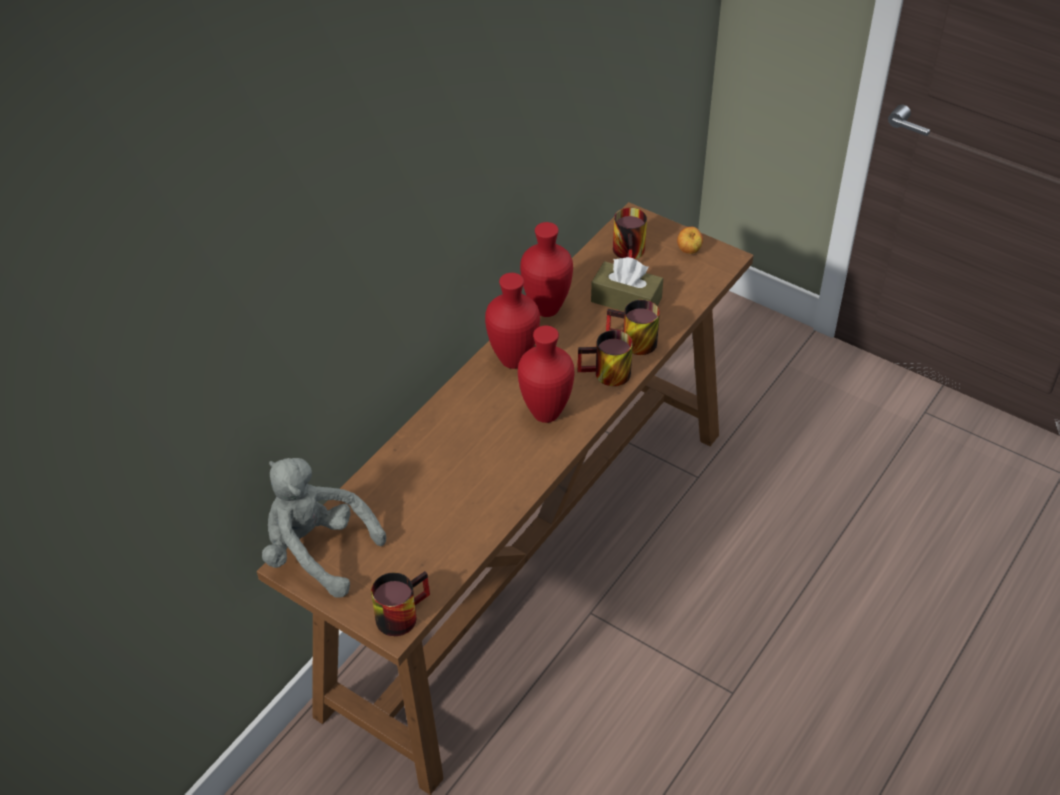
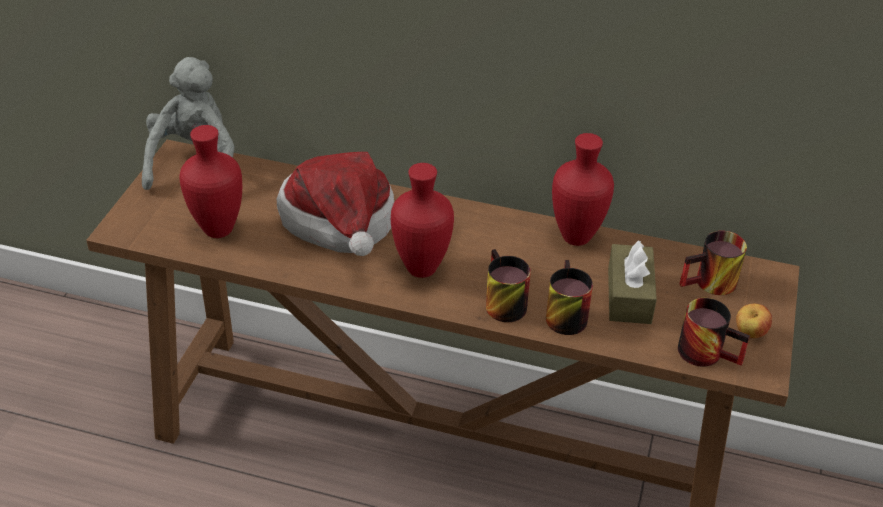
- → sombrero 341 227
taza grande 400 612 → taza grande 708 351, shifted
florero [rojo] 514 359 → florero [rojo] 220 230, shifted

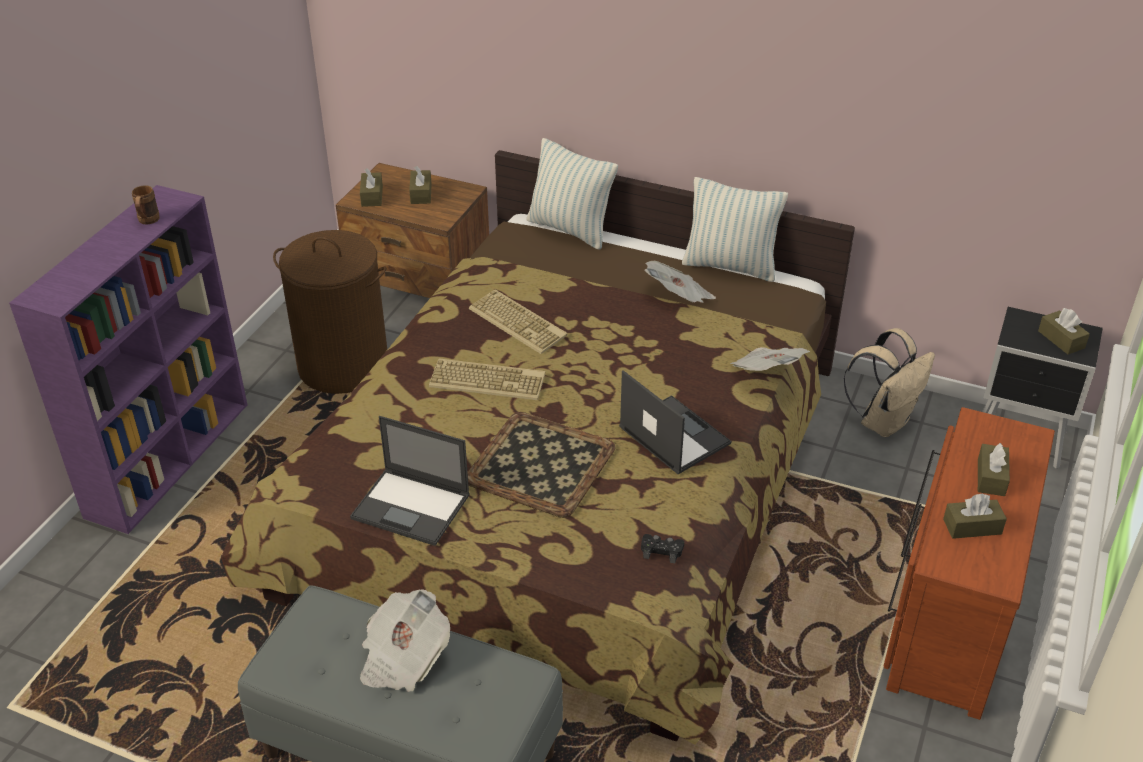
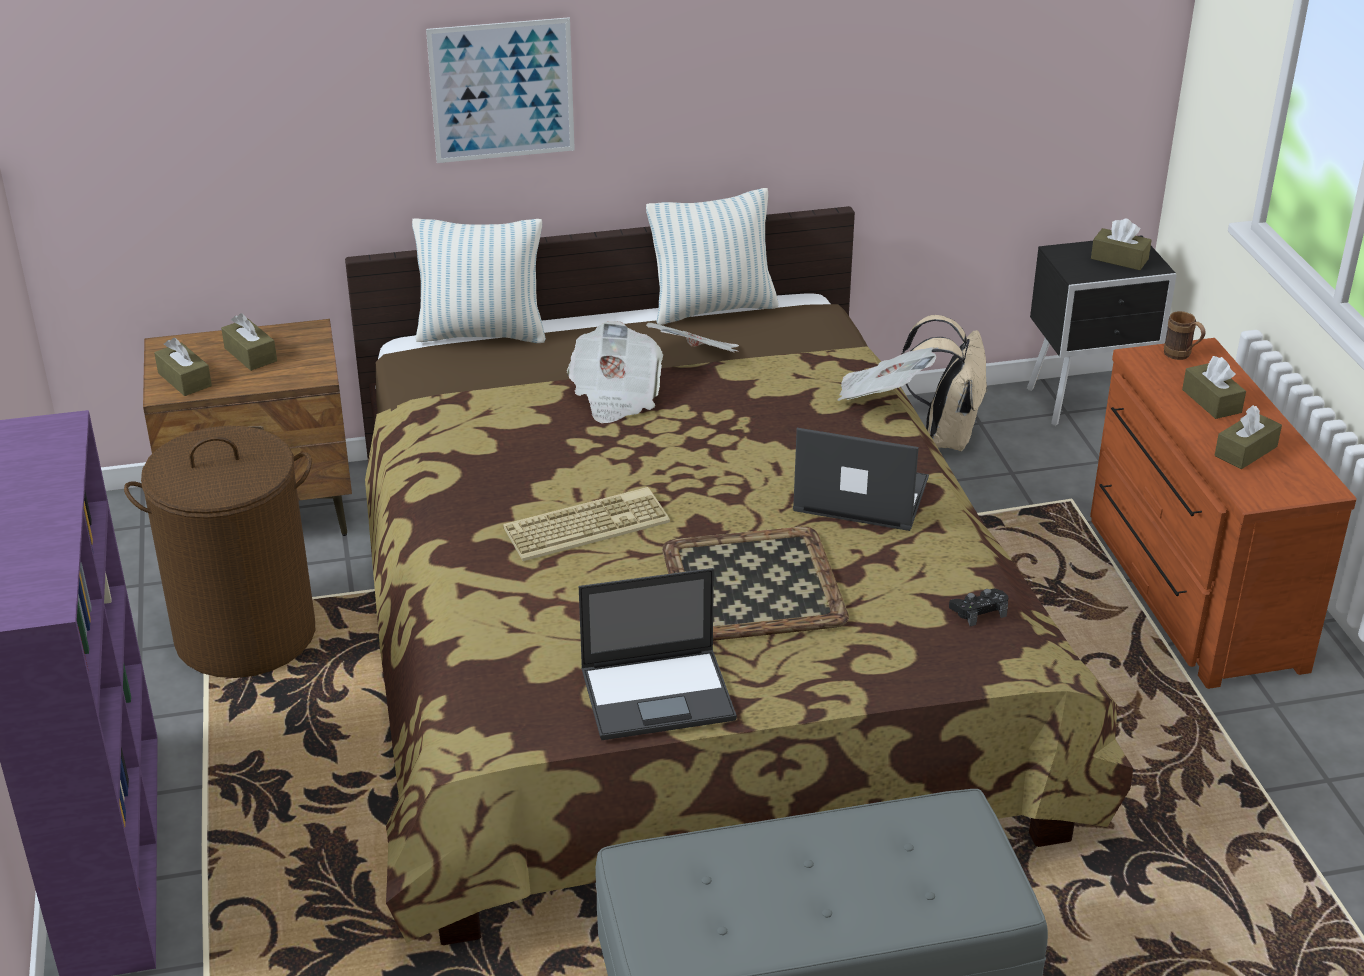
teclado 519 322 → -
- → cuadro 502 90
taza grande [marrón] 147 222 → taza grande [marrón] 1182 356, shifted
periódico 403 658 → periódico 615 396, shifted

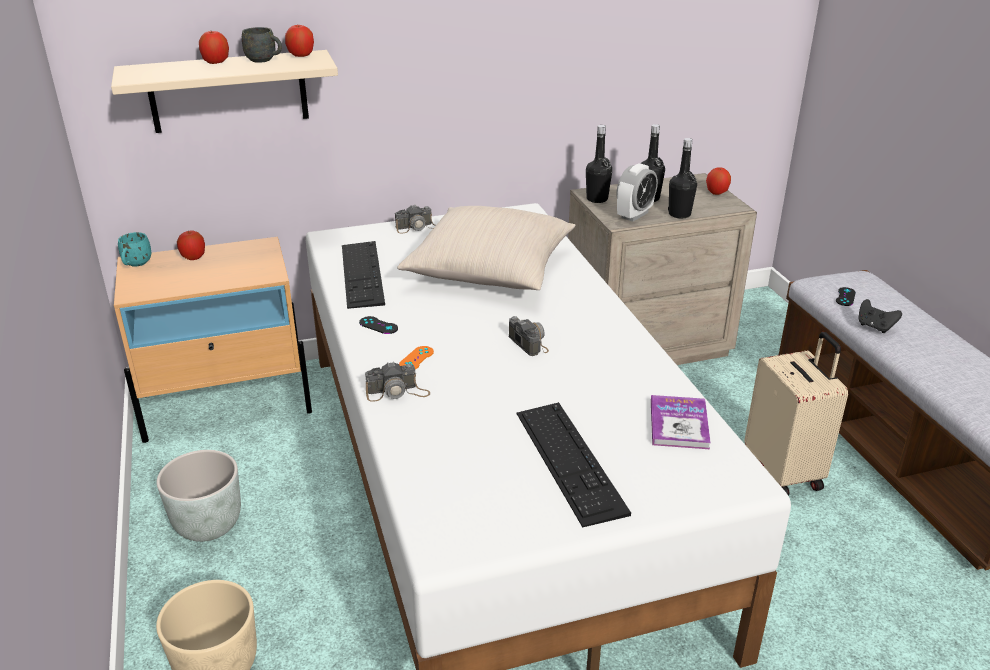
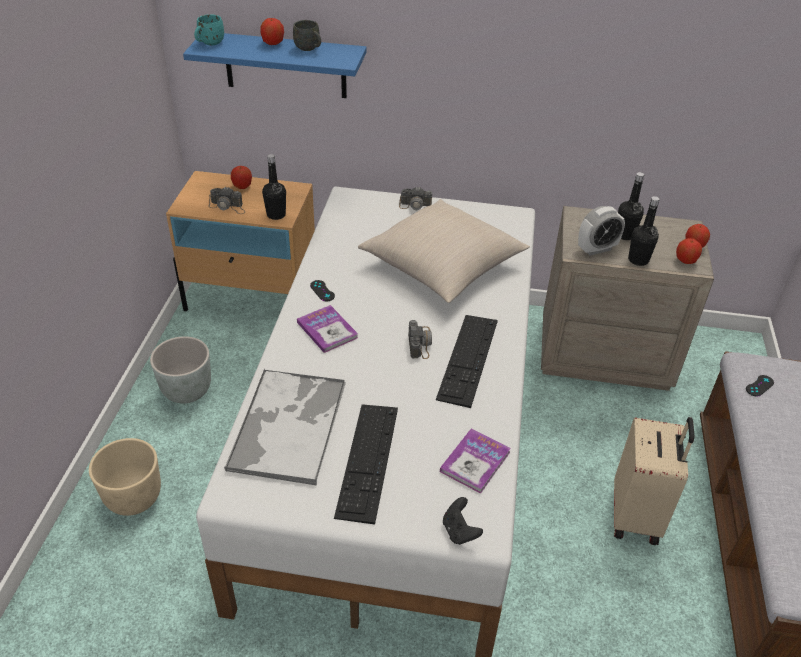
- → bandeja 288 425
taza grande [turquesa] 135 264 → taza grande [turquesa] 209 43, shifted
manzana 301 55 → manzana 685 261, shifted
teclado 362 274 → teclado 468 359, shifted
cámara 397 392 → cámara 228 207, shifted
botella [negro] 597 199 → botella [negro] 276 215, shifted
mando de consola [negro] 874 327 → mando de consola [negro] 459 531, shifted
mando de consola [naranja] 416 358 → libro 327 330
estante [beis] 228 91 → estante [azul] 285 65

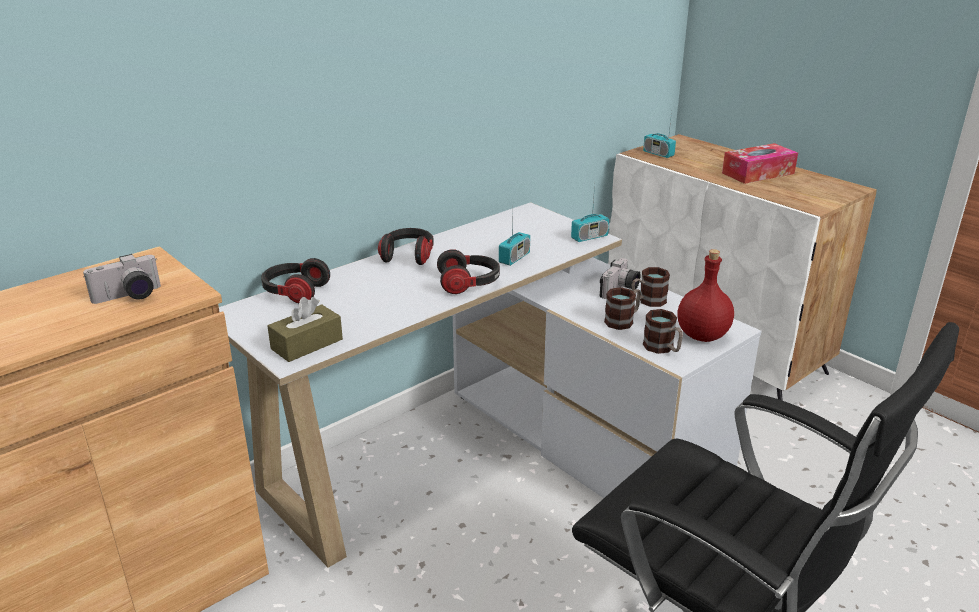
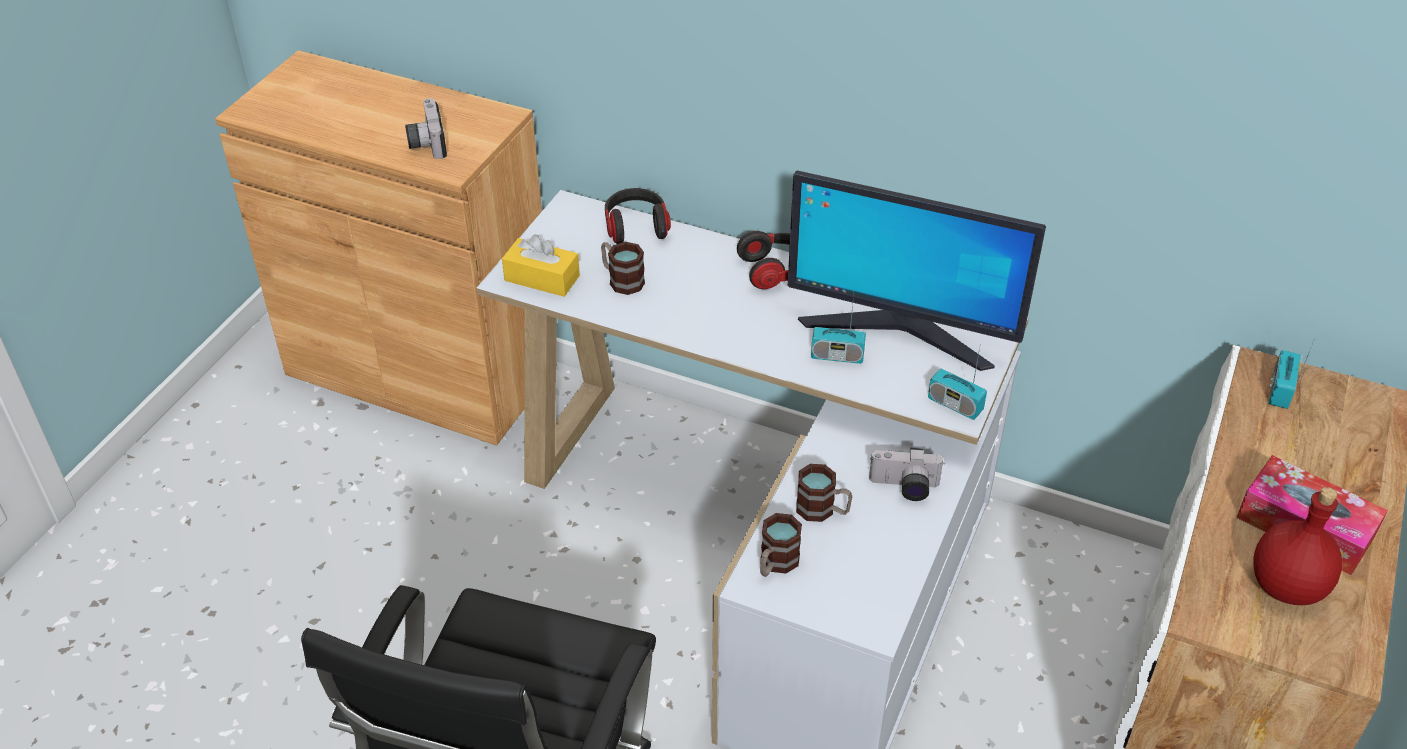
auriculares 469 284 → -
- → monitor 901 331
taza grande 647 301 → taza grande 621 280, shifted
botella [rojo] 703 335 → botella [rojo] 1288 587, shifted
caja de pañuelos [marrón] 307 344 → caja de pañuelos [amarillo] 542 278
cámara 129 297 → cámara 426 142, 45 degrees clockwise

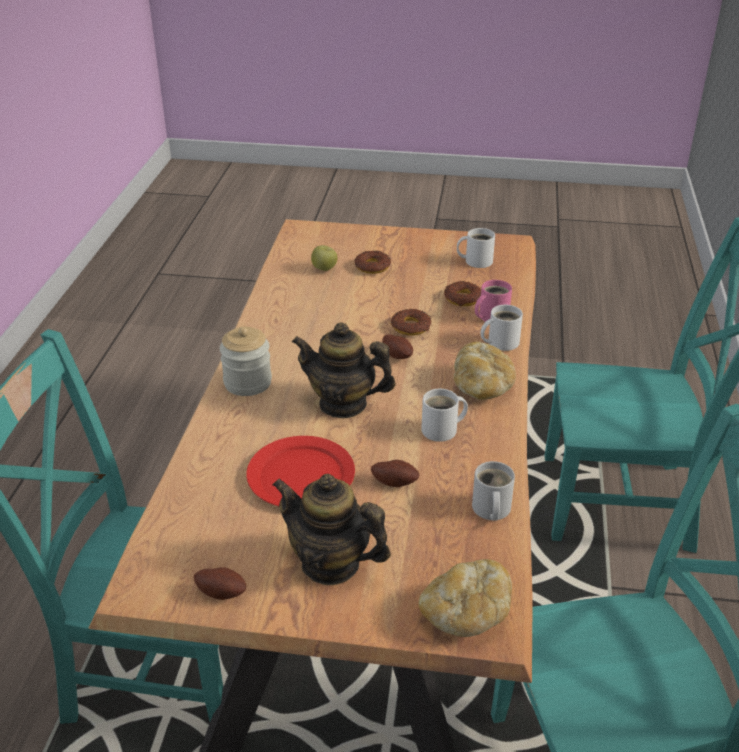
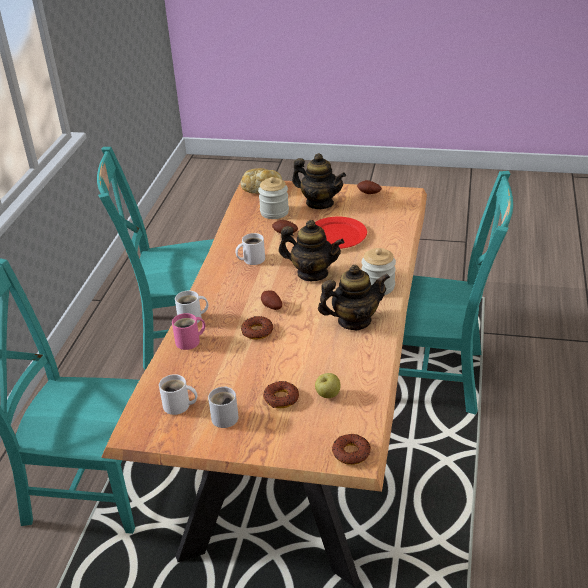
pan 482 387 → -
- → tarro 274 212
- → tetera 354 321
rosquilla 463 298 → rosquilla 351 453, shifted
taza grande [blanco] 490 509 → taza grande [blanco] 226 416, shifted

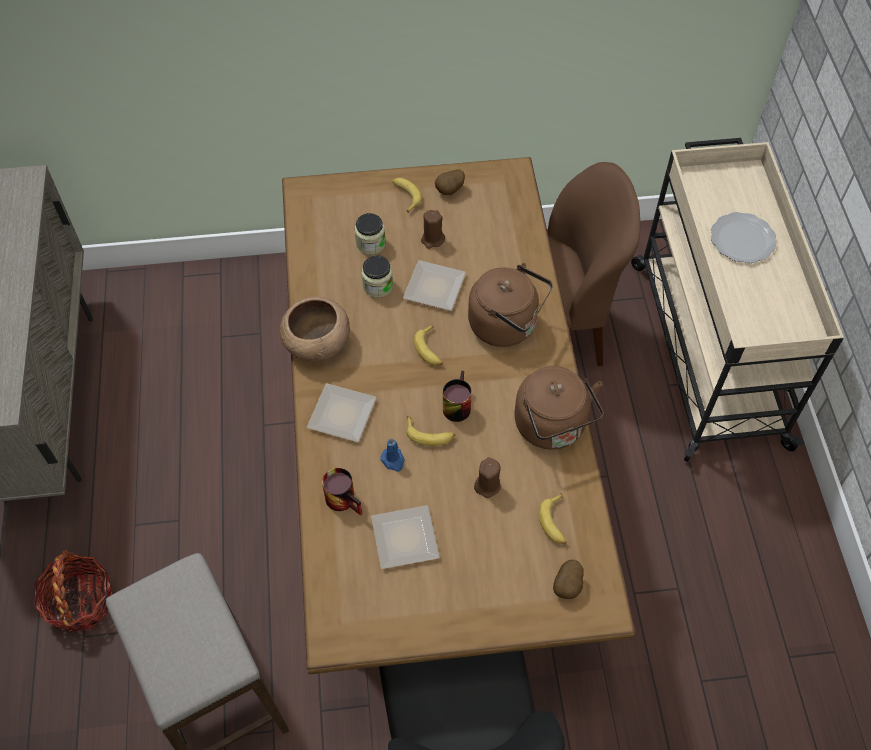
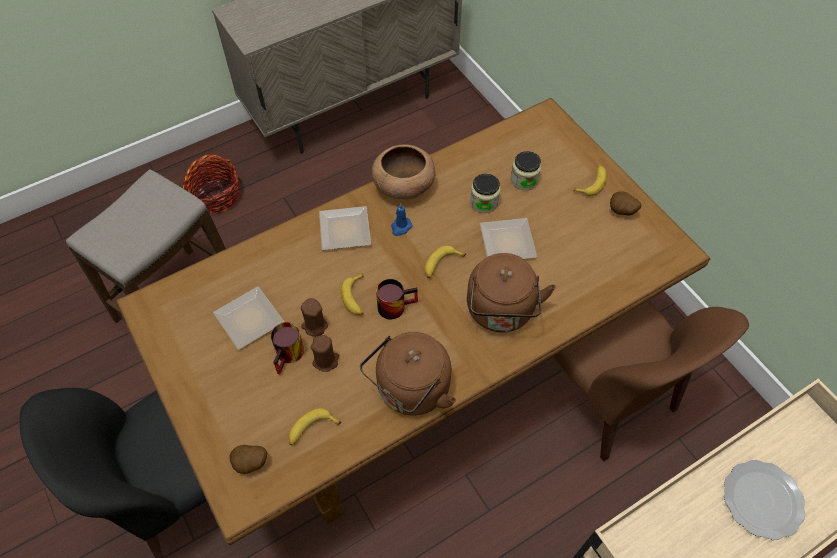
taza grande 346 499 → taza grande 290 356, shifted
vela [azul] 393 460 → vela [azul] 401 227, shifted
vela [marrón] 432 239 → vela [marrón] 314 326, shifted

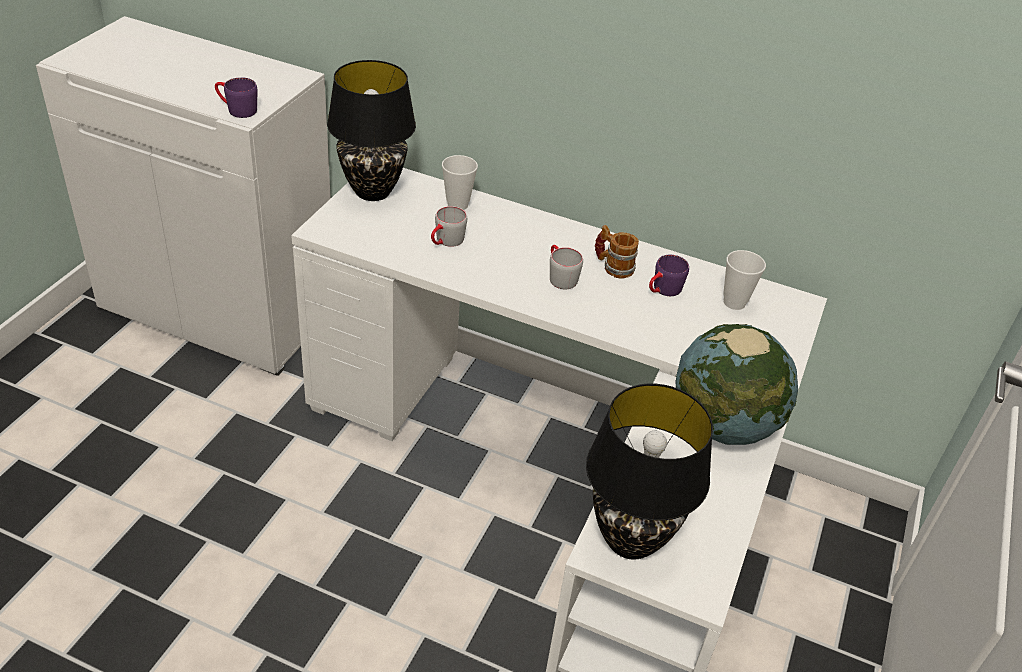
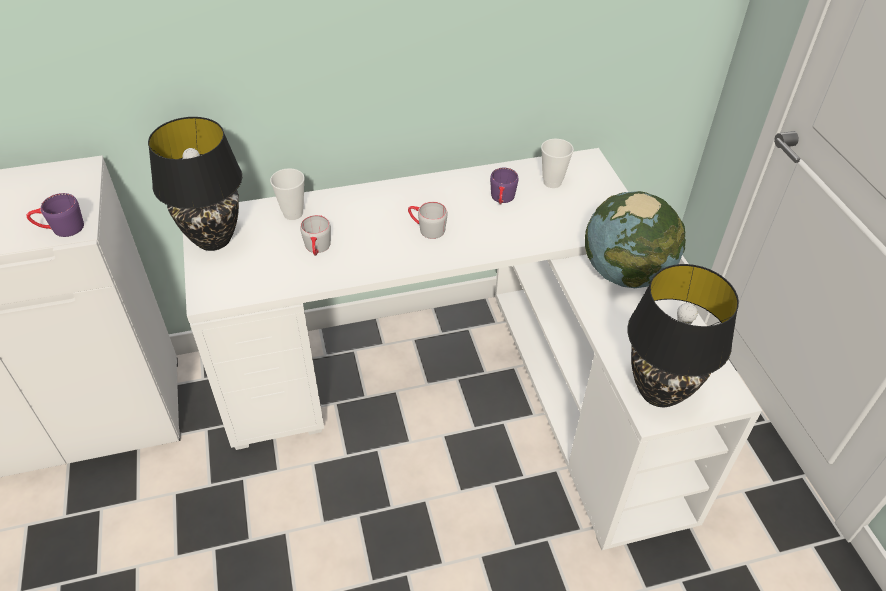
taza grande 613 266 → -

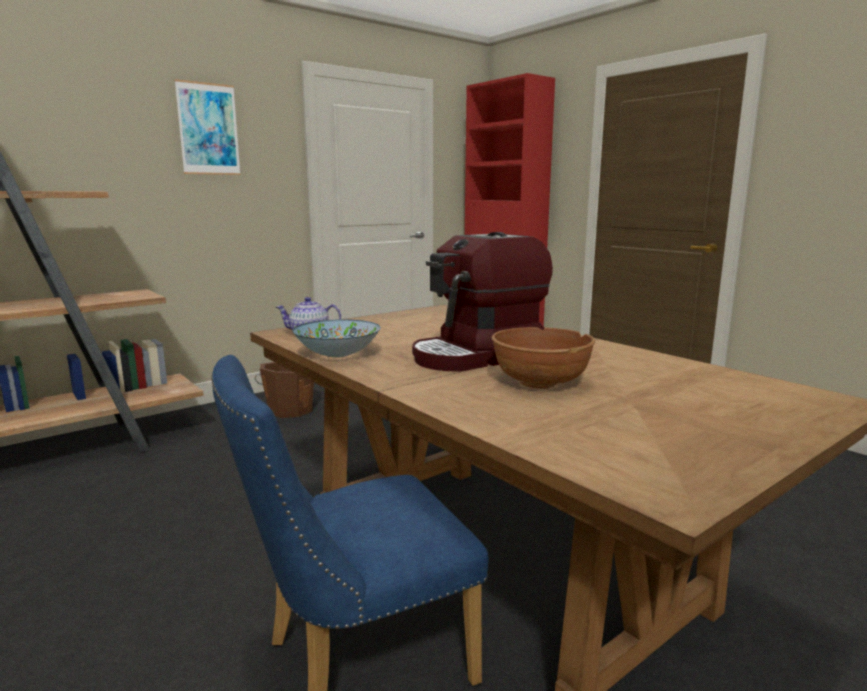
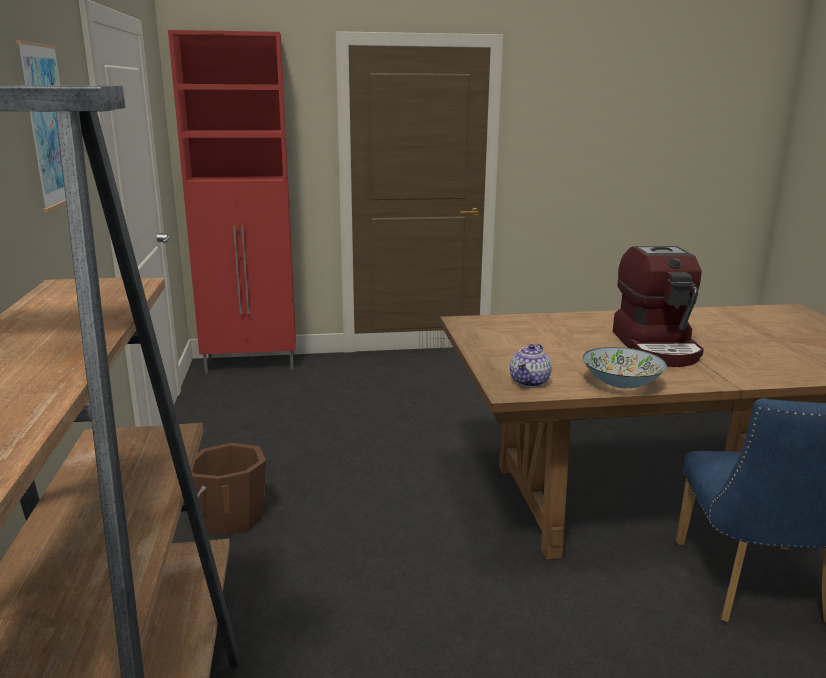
cuenco [marrón] 540 382 → -

